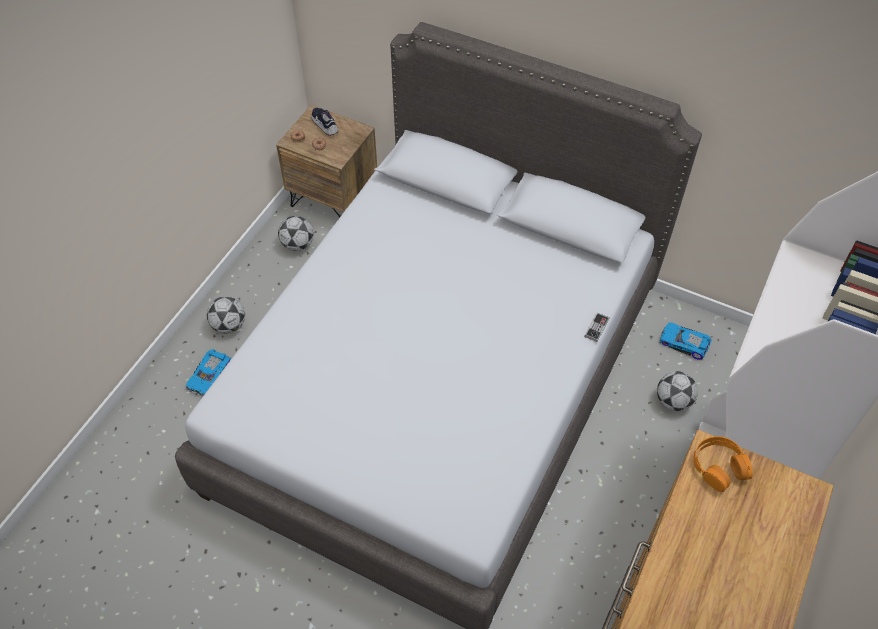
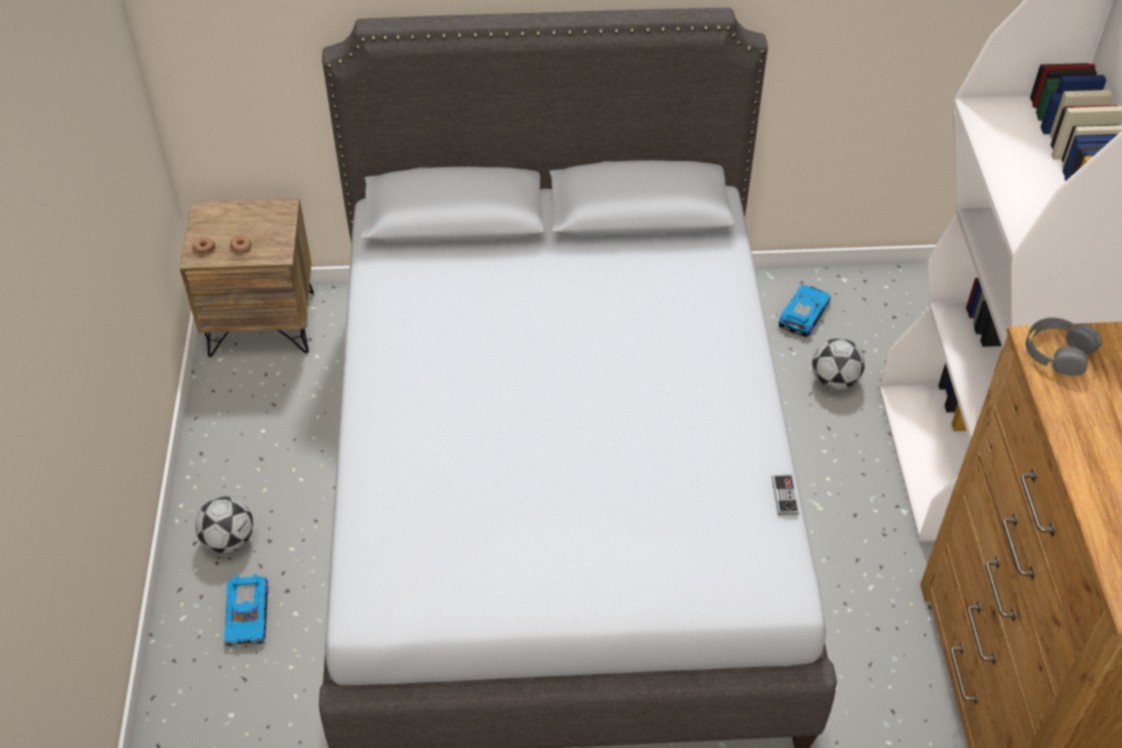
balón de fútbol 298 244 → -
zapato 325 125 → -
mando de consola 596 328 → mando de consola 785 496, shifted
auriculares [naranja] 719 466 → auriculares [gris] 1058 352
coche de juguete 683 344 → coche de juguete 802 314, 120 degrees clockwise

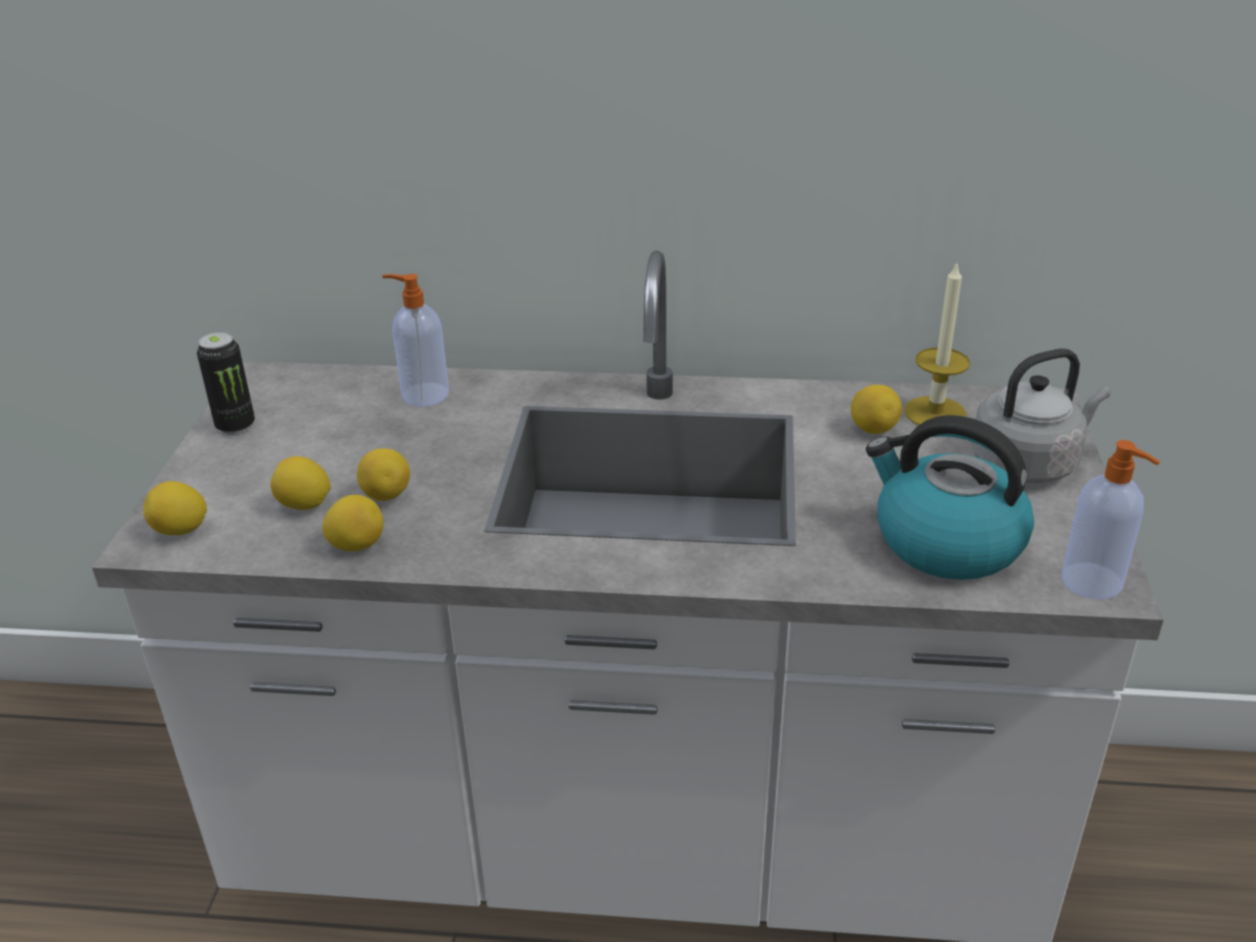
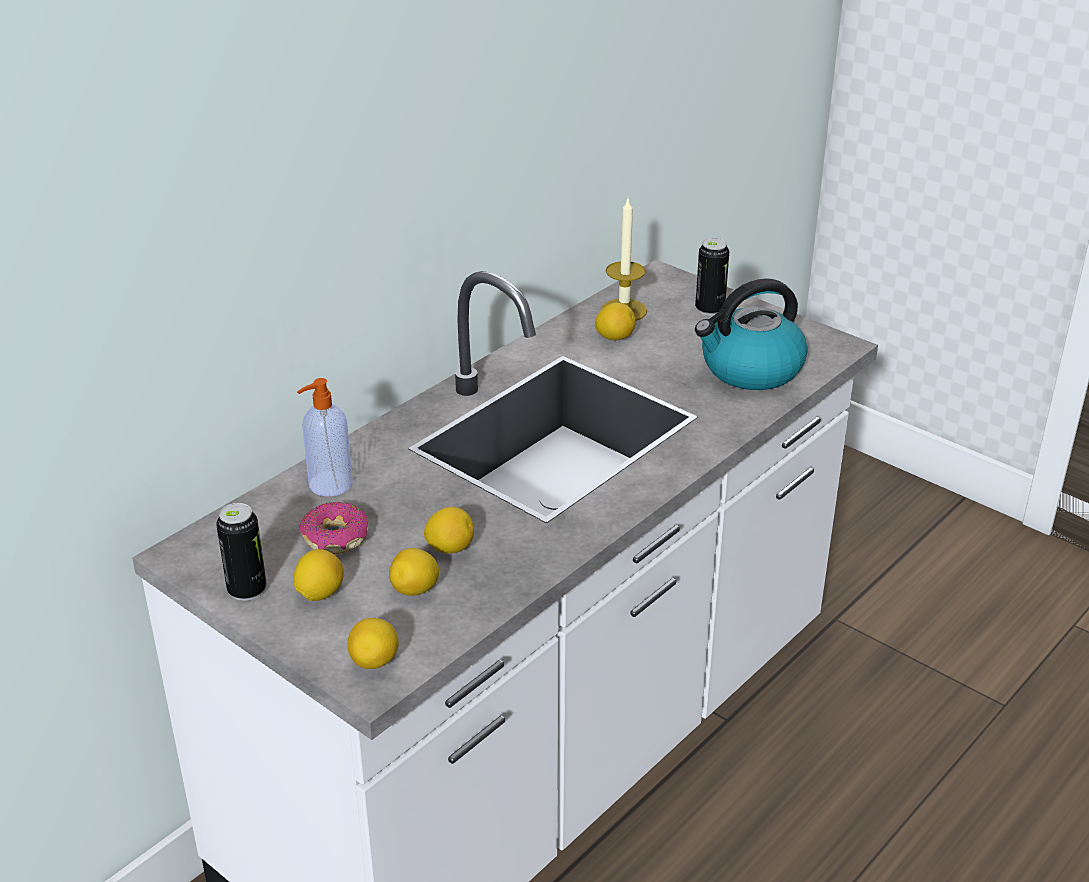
dispensador de jabón 1093 582 → -
- → rosquilla 335 538
limón 357 545 → limón 320 593, shifted
hervidor [gris] 1028 463 → lata 709 309

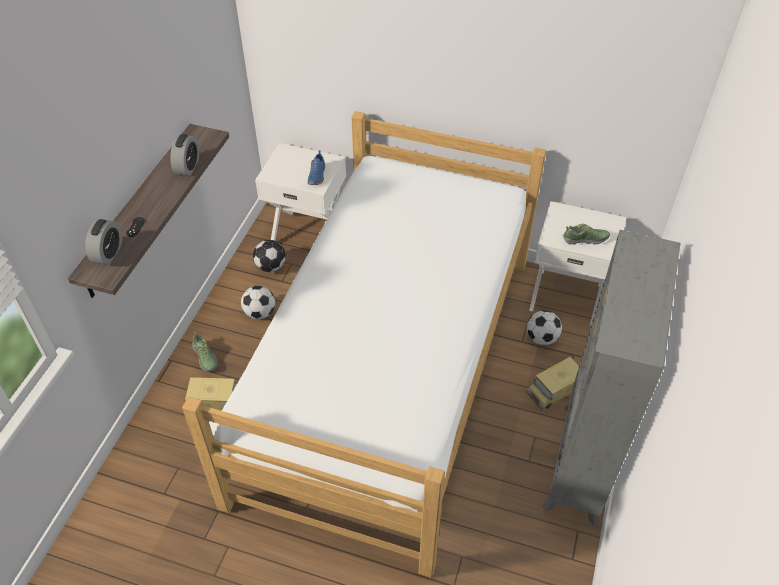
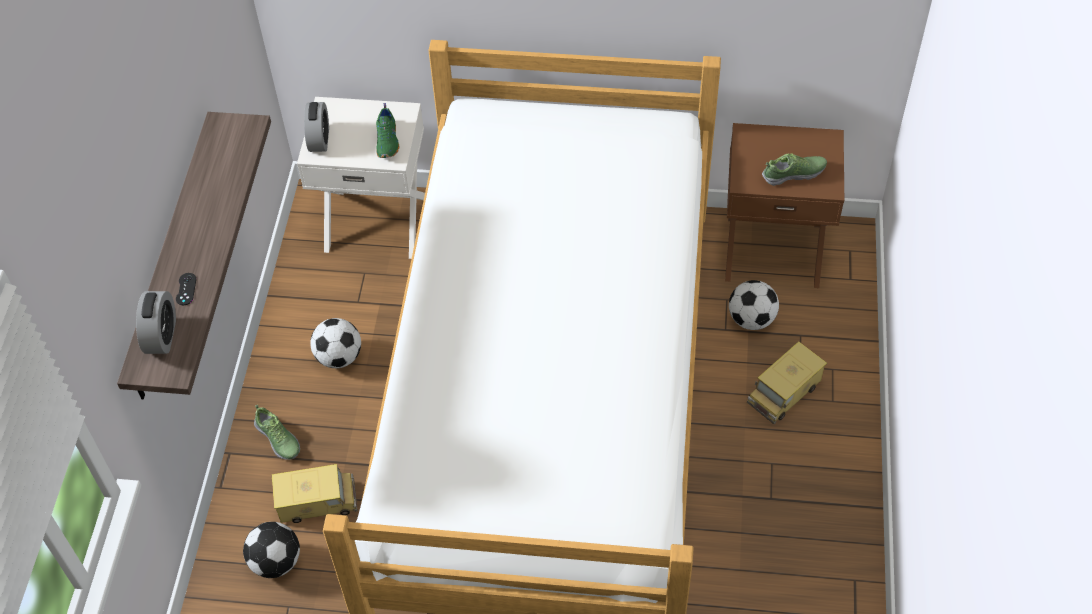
estantería [gris] 579 463 → -
despertador 188 167 → despertador 319 140, shifted
balón de fútbol 270 266 → balón de fútbol 275 561, shifted
zapato [azul] 317 176 → zapato [verde] 388 141
mesita de noche [blanco] 566 295 → mesita de noche [marrón] 773 249

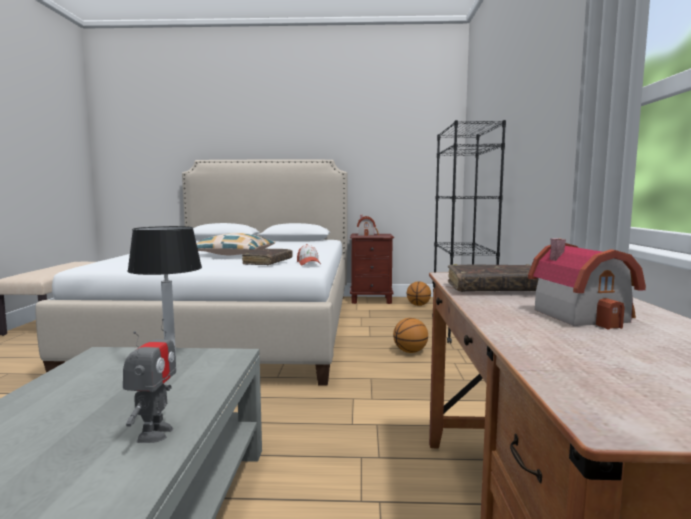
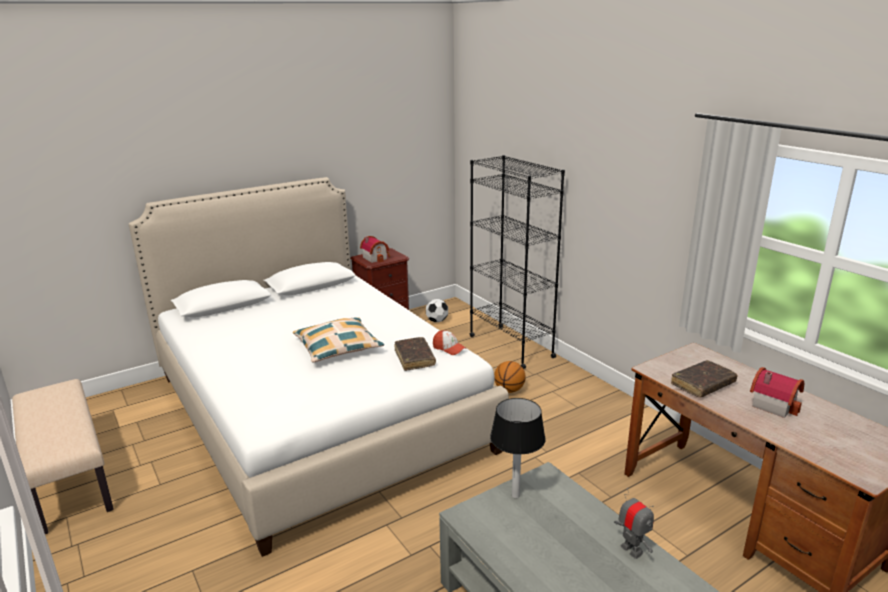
balón de baloncesto 418 305 → balón de fútbol 437 321

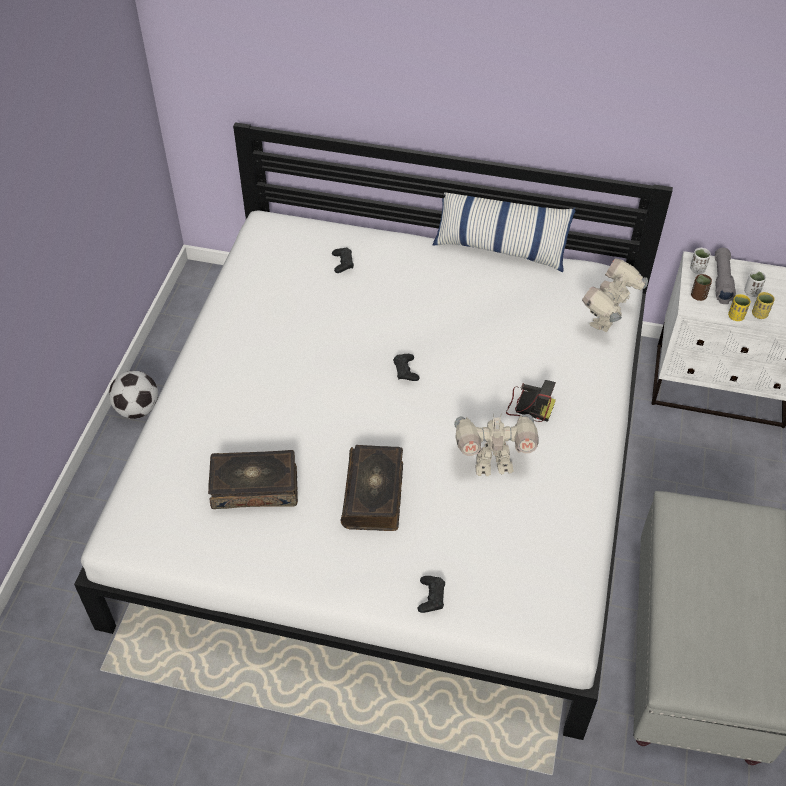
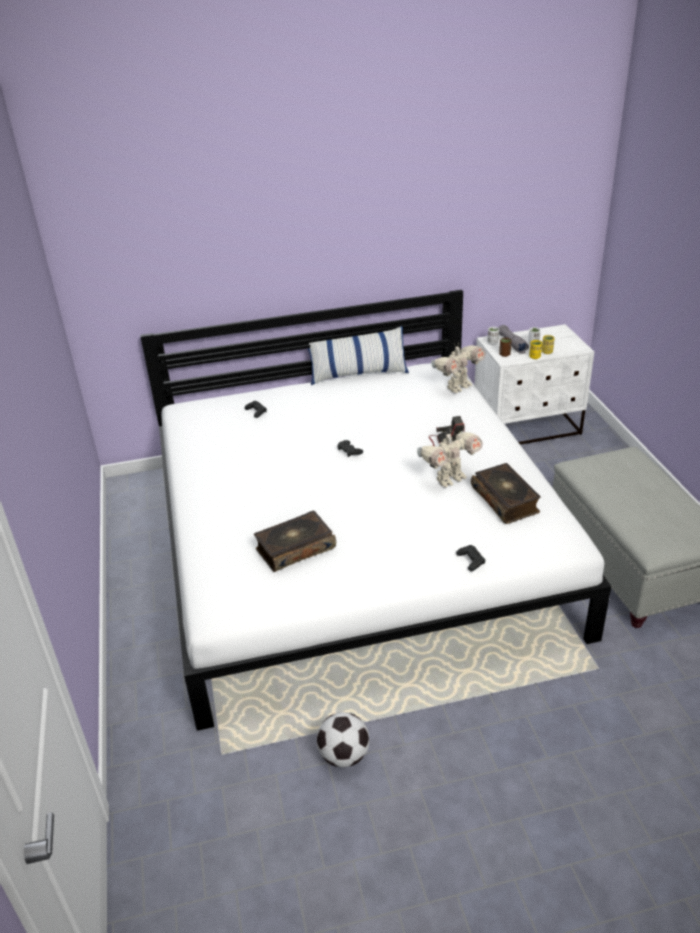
balón de fútbol 137 409 → balón de fútbol 343 756, shifted
libro 374 494 → libro 505 500, shifted
robot de juguete 607 321 → robot de juguete 457 387, 135 degrees counterclockwise

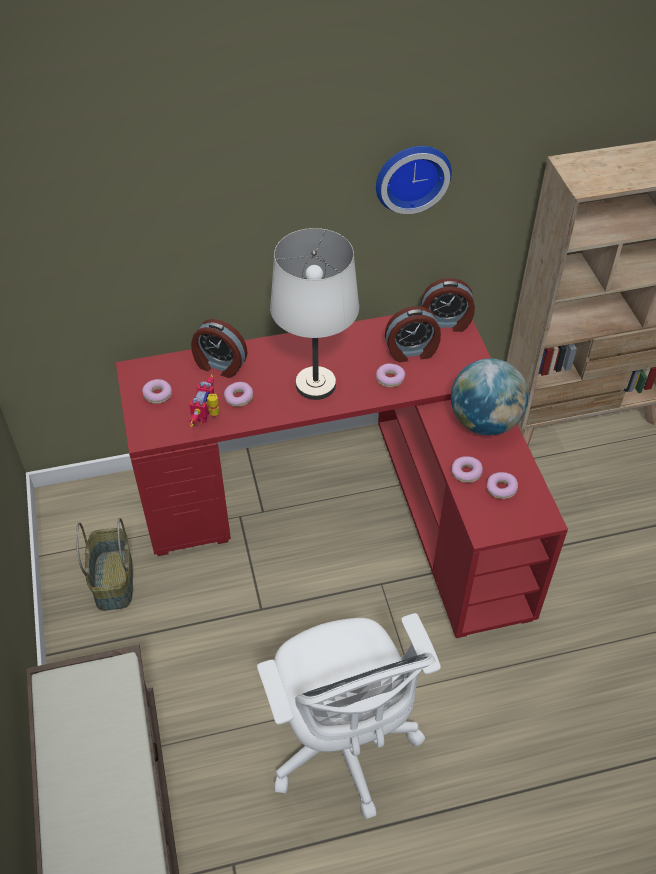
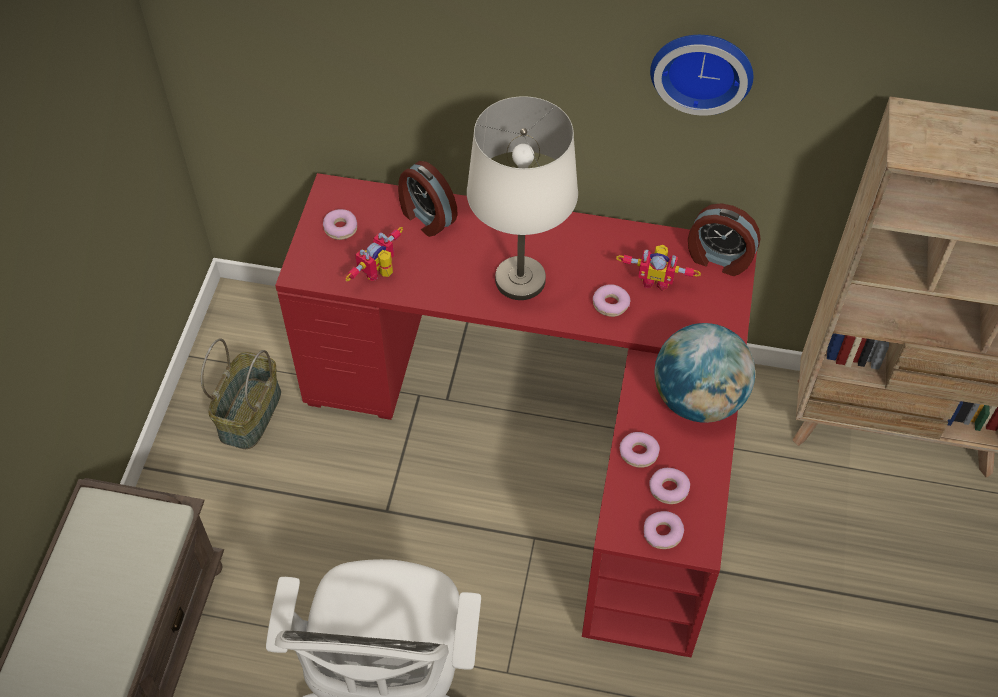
rosquilla 238 397 → rosquilla 662 533, shifted
despertador 411 352 → robot de juguete 656 280

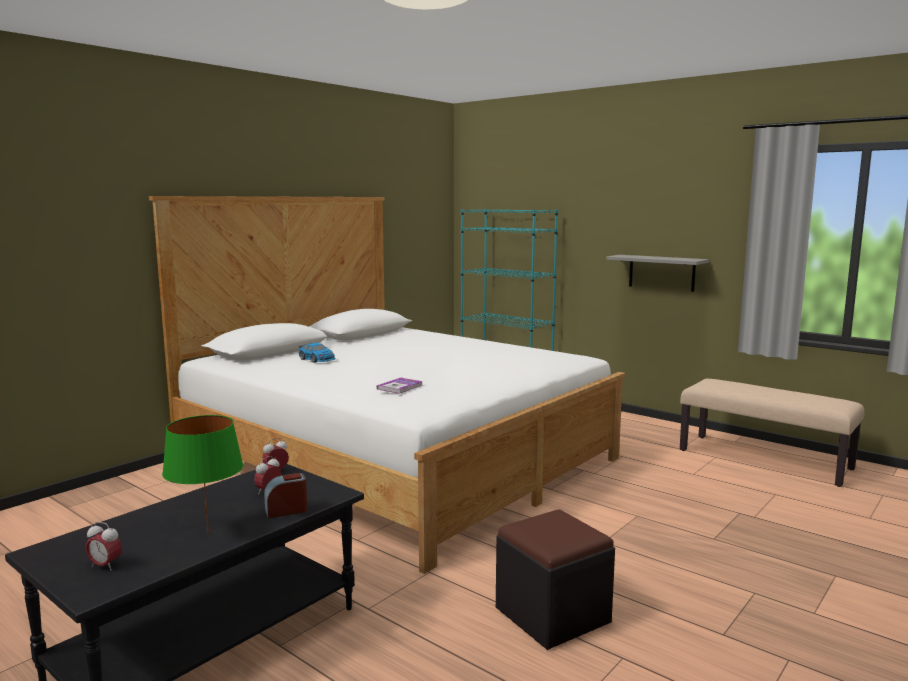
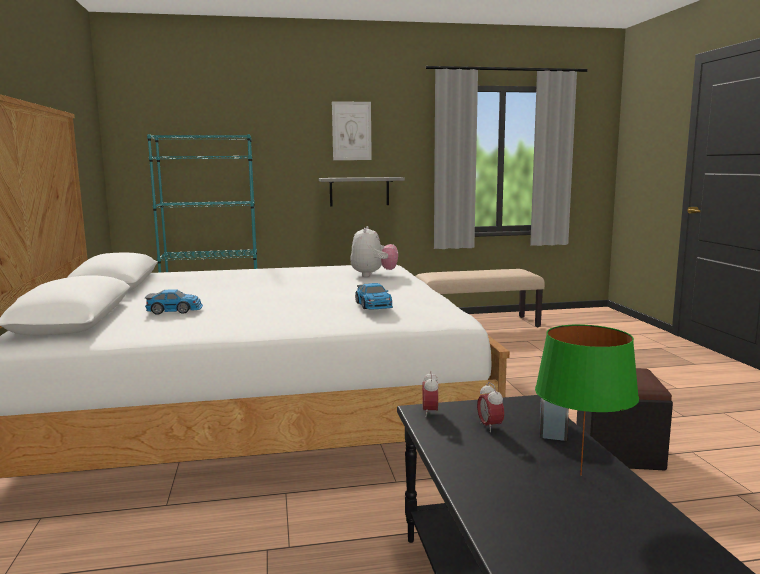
despertador 105 566 → -
- → cuadro 351 131
- → peluche 373 275
libro 400 387 → coche de juguete 373 305

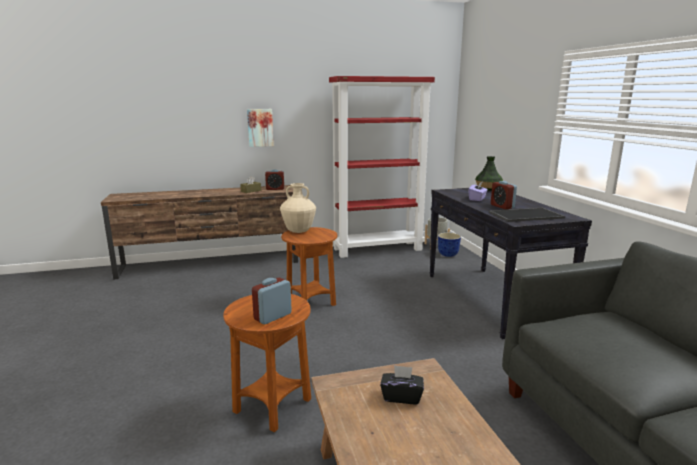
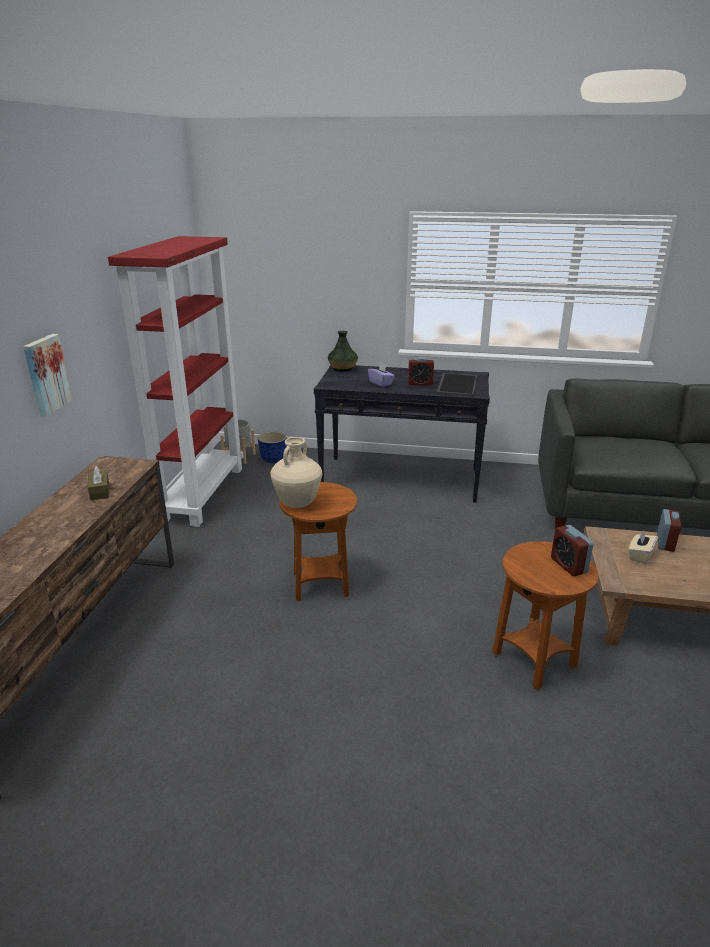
despertador 275 189 → despertador 665 543, shifted
caja de pañuelos [negro] 401 396 → caja de pañuelos [beis] 640 555

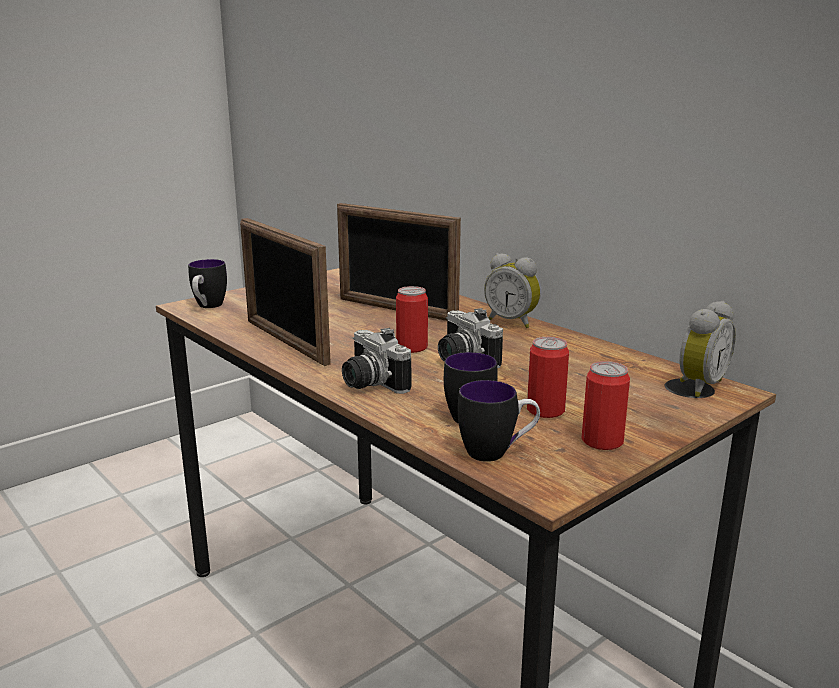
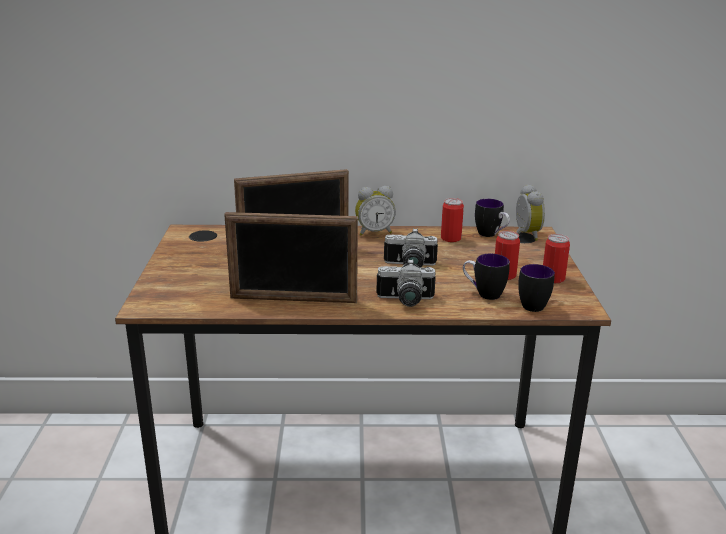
taza grande 208 307 → taza grande 491 235, shifted
lata 411 347 → lata 450 238, shifted

